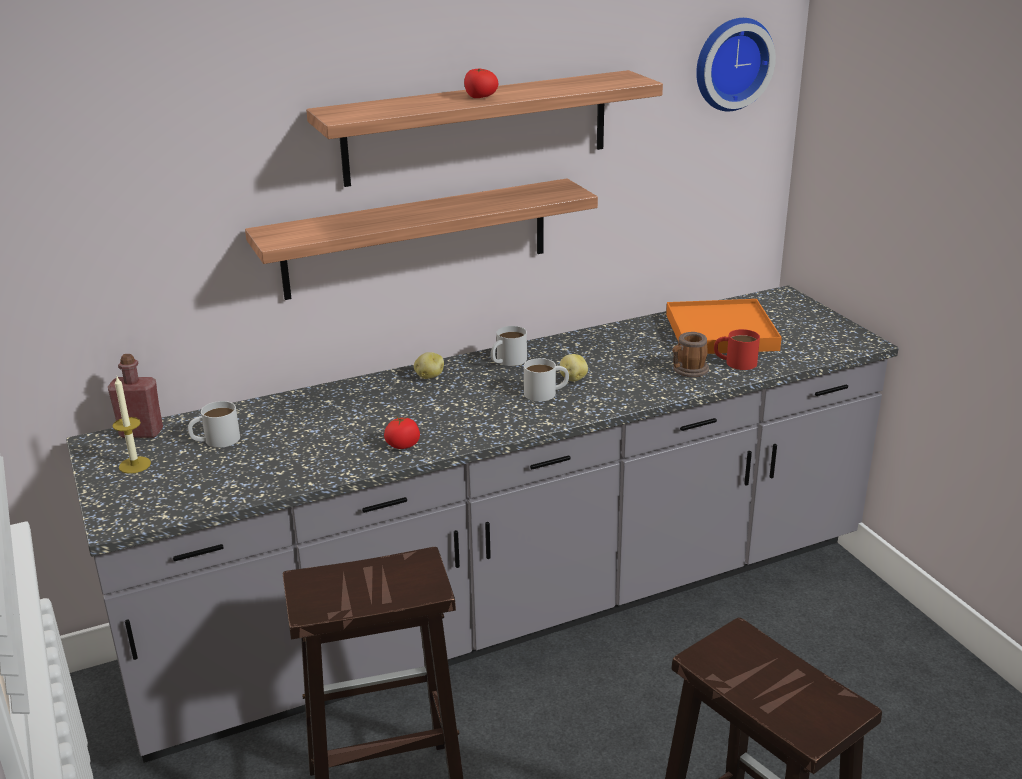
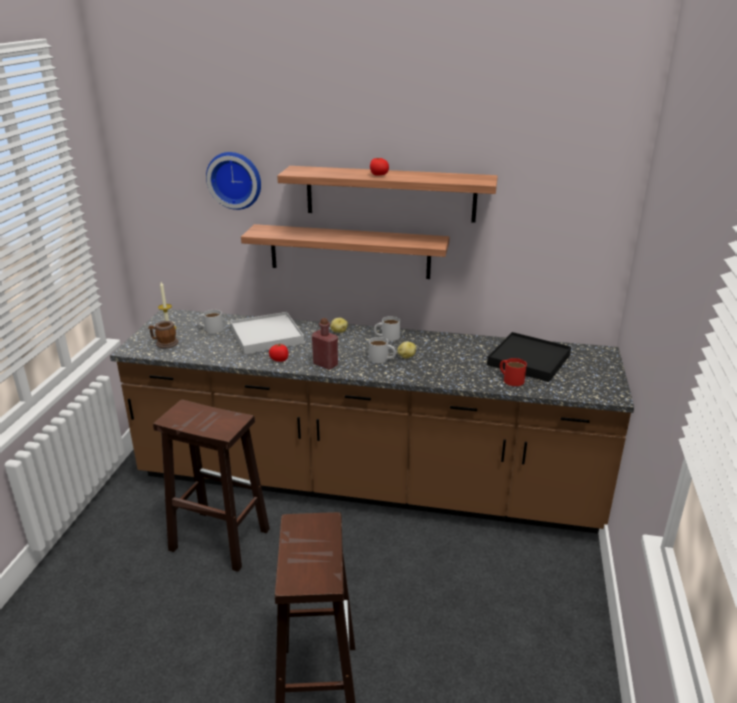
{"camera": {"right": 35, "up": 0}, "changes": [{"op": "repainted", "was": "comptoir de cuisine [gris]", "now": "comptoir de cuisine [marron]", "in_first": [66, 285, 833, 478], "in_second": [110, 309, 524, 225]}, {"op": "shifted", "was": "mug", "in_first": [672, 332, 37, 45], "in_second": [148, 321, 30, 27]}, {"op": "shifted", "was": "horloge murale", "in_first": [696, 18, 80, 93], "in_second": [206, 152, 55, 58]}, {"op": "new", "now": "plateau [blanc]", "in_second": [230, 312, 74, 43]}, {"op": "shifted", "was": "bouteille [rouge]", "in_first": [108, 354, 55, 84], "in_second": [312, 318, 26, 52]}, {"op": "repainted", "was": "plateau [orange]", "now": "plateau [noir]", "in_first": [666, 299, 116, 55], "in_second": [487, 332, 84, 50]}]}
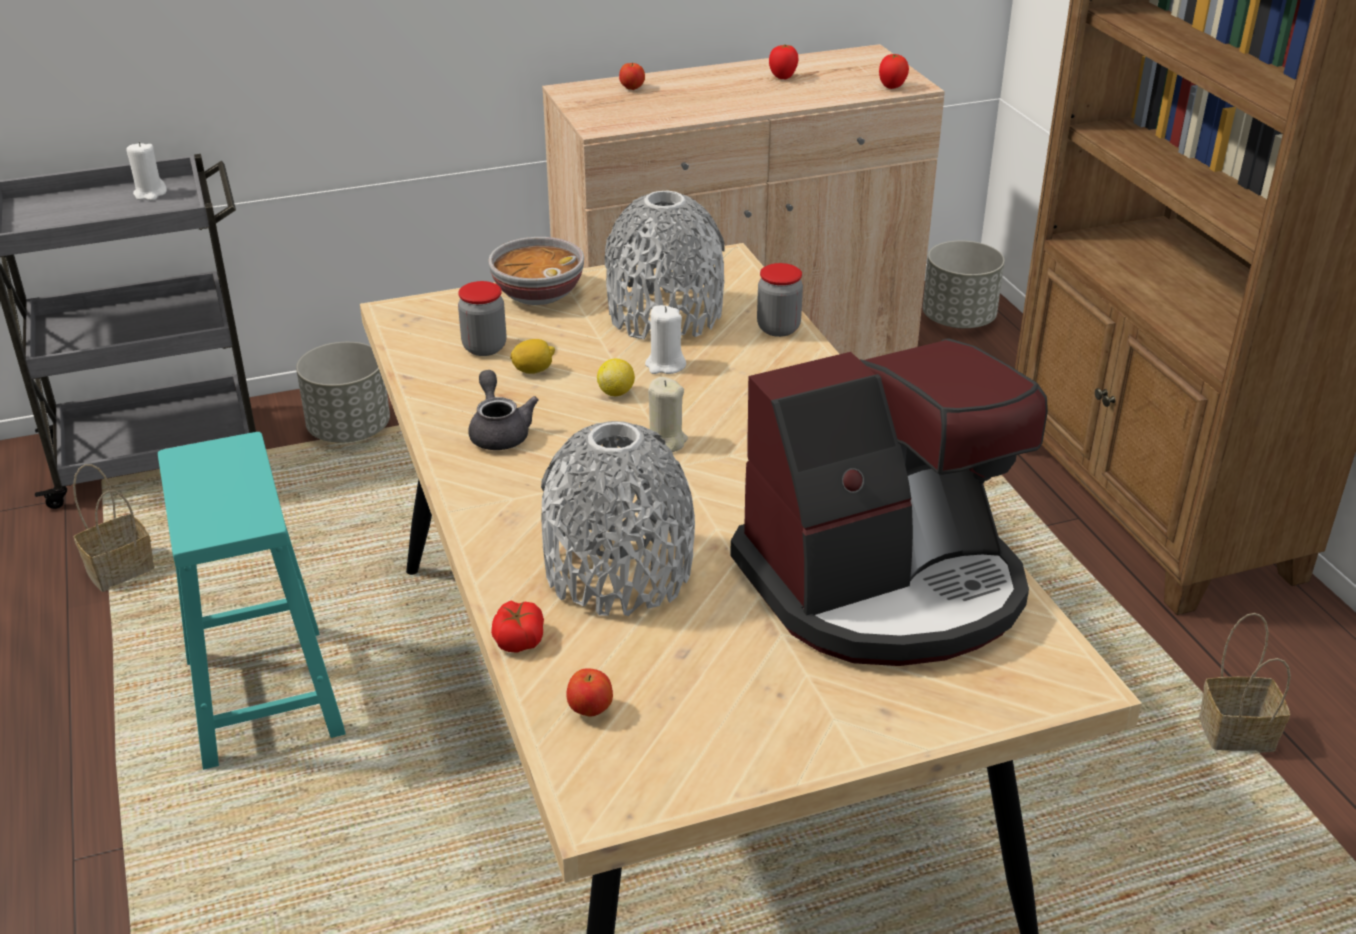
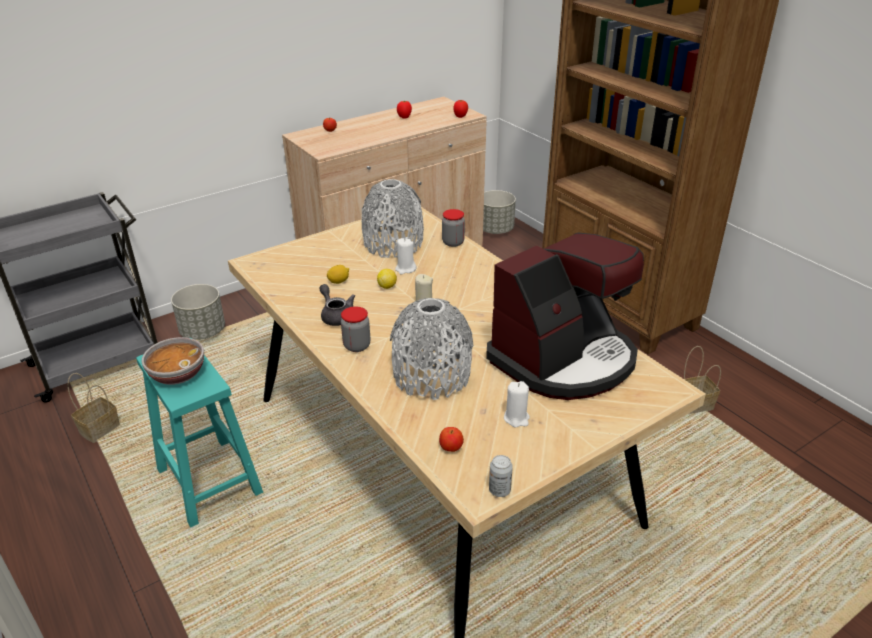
{"camera": {"right": -15, "up": 0}, "changes": [{"op": "shifted", "was": "bol", "in_first": [488, 237, 96, 68], "in_second": [142, 337, 62, 48]}, {"op": "shifted", "was": "bocal", "in_first": [458, 281, 48, 75], "in_second": [341, 306, 29, 46]}, {"op": "new", "now": "boîte métallique", "in_second": [489, 455, 24, 42]}, {"op": "shifted", "was": "bougie [blanc]", "in_first": [127, 142, 40, 59], "in_second": [504, 381, 26, 46]}, {"op": "gone", "was": "tomate", "in_first": [491, 601, 53, 52]}]}
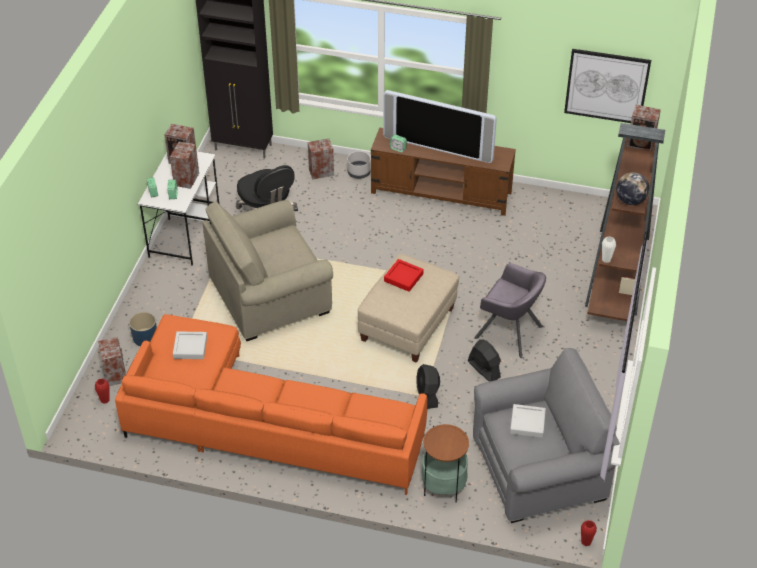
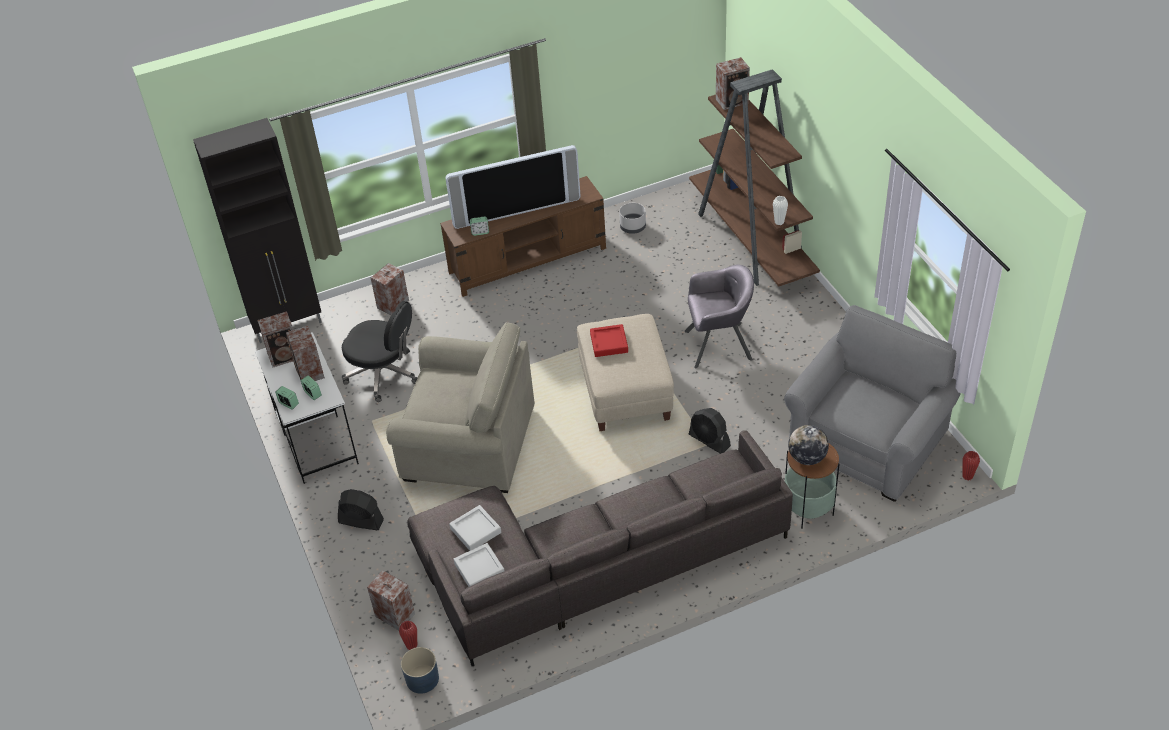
{"camera": {"right": -35, "up": 0}, "changes": [{"op": "shifted", "was": "ventilateur [noir]", "in_first": [468, 339, 33, 43], "in_second": [338, 489, 46, 41]}, {"op": "rotated", "was": "fauteuil [beige]", "in_first": [203, 200, 130, 141], "in_second": [386, 322, 149, 171], "clockwise": -105}, {"op": "shifted", "was": "cache-pot [bleu]", "in_first": [129, 312, 28, 34], "in_second": [401, 647, 38, 47]}, {"op": "repainted", "was": "canapé [orange]", "now": "canapé [gris]", "in_first": [115, 314, 312, 181], "in_second": [407, 430, 386, 236]}, {"op": "shifted", "was": "plateau [gris]", "in_first": [510, 404, 36, 34], "in_second": [454, 543, 51, 44]}, {"op": "shifted", "was": "cache-pot [gris]", "in_first": [347, 151, 24, 28], "in_second": [619, 203, 27, 31]}, {"op": "shifted", "was": "globe", "in_first": [616, 172, 33, 33], "in_second": [788, 425, 41, 40]}, {"op": "gone", "was": "tableau", "in_first": [564, 49, 87, 74]}]}
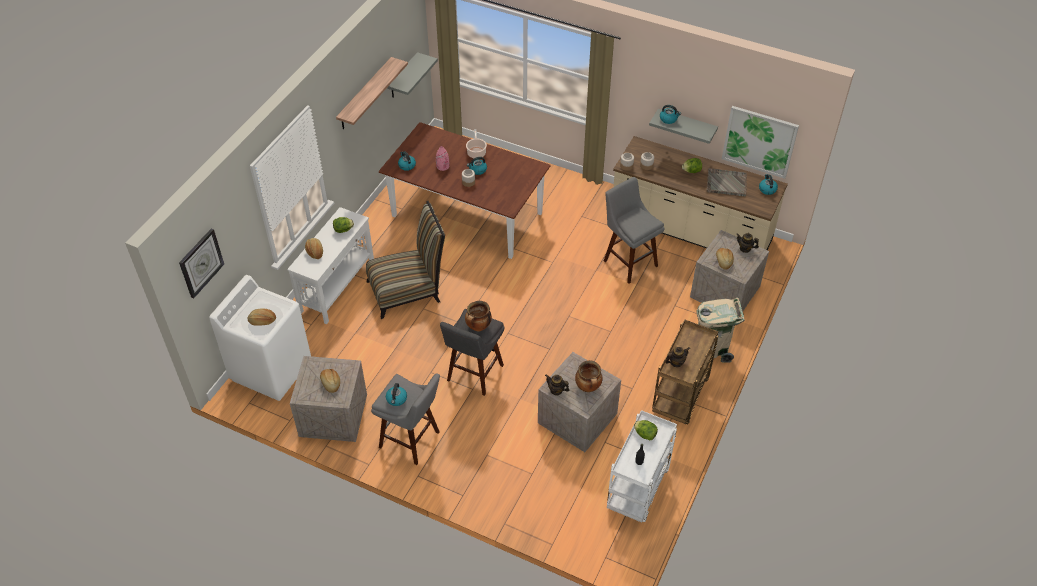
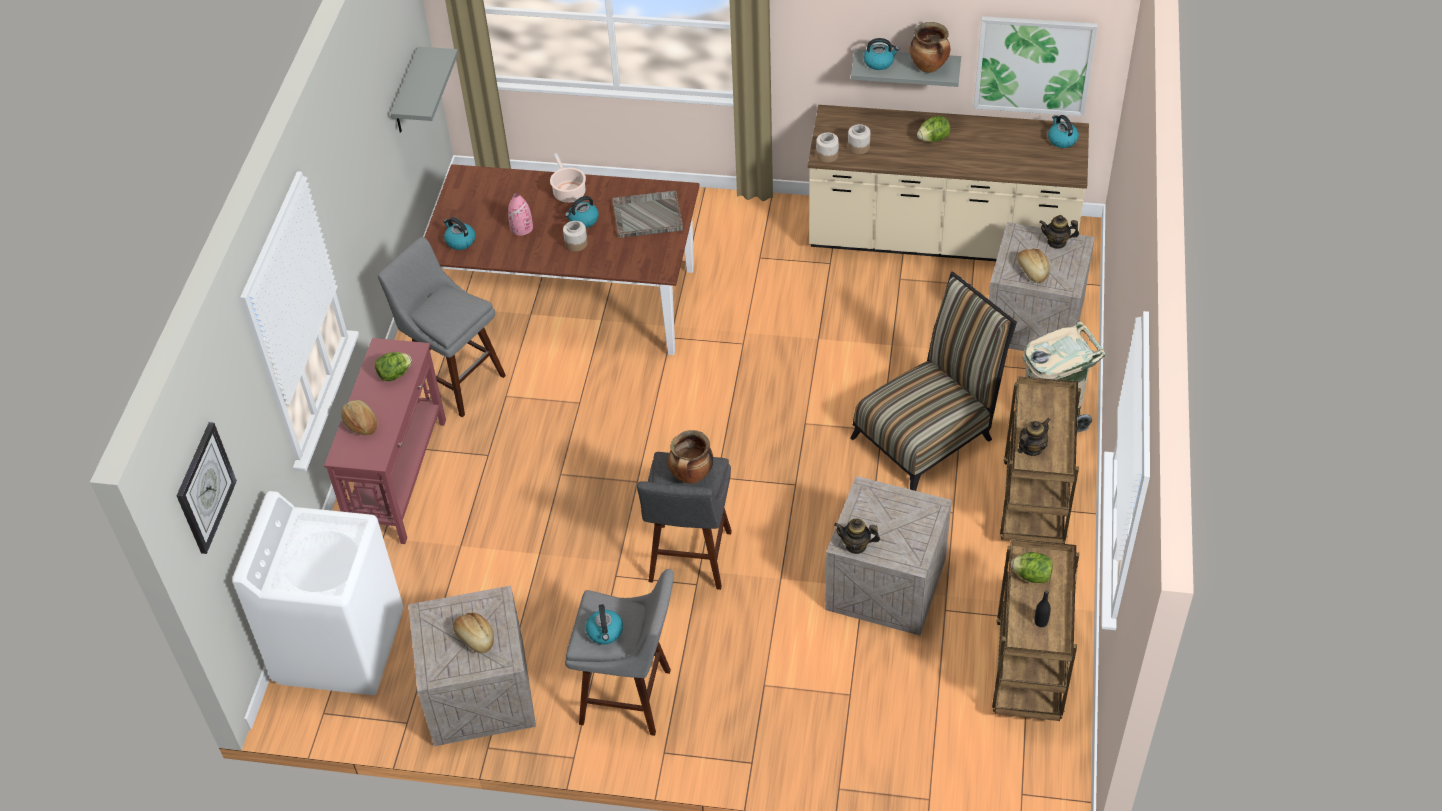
{"camera": {"right": -15, "up": 0}, "changes": [{"op": "repainted", "was": "table console [blanc]", "now": "table console [rouge]", "in_first": [287, 207, 87, 118], "in_second": [324, 338, 122, 206]}, {"op": "shifted", "was": "tabouret [gris]", "in_first": [604, 177, 61, 107], "in_second": [378, 237, 128, 180]}, {"op": "shifted", "was": "plateau [gris]", "in_first": [707, 168, 40, 28], "in_second": [612, 191, 71, 47]}, {"op": "shifted", "was": "chaise", "in_first": [366, 201, 79, 118], "in_second": [850, 271, 167, 220]}, {"op": "shifted", "was": "marmite", "in_first": [575, 360, 27, 32], "in_second": [910, 22, 40, 51]}, {"op": "repainted", "was": "chariot [blanc]", "now": "chariot [marron]", "in_first": [607, 410, 70, 113], "in_second": [992, 539, 87, 182]}, {"op": "gone", "was": "pain", "in_first": [248, 308, 28, 18]}, {"op": "gone", "was": "étagère", "in_first": [336, 57, 72, 72]}]}
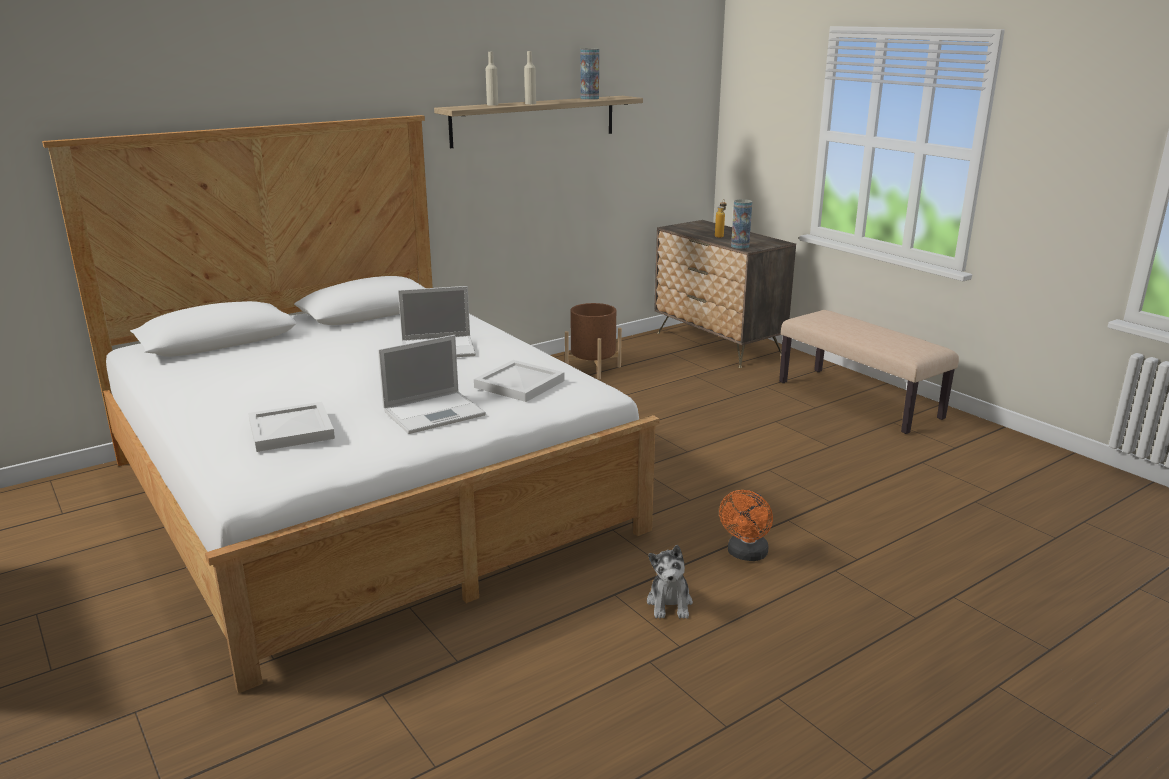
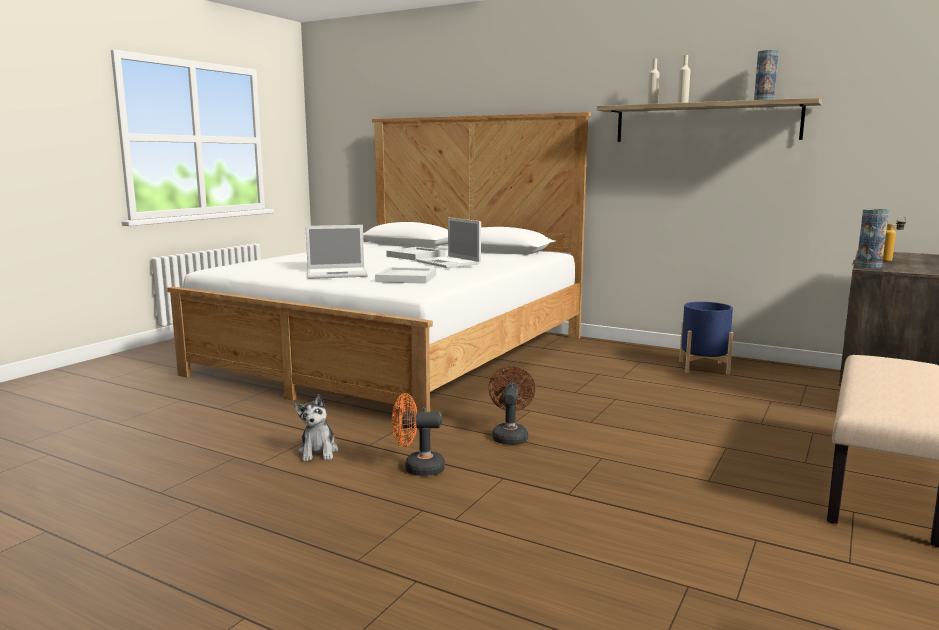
{"camera": {"right": 65, "up": -10}, "changes": [{"op": "rotated", "was": "peluche", "in_first": [647, 545, 46, 74], "in_second": [294, 394, 44, 67], "clockwise": -75}, {"op": "rotated", "was": "ordinateur portable", "in_first": [378, 335, 108, 99], "in_second": [305, 225, 63, 54], "clockwise": -45}, {"op": "shifted", "was": "plateau [blanc]", "in_first": [248, 402, 87, 50], "in_second": [386, 247, 59, 14]}, {"op": "new", "now": "ventilateur [marron]", "in_second": [488, 366, 47, 79]}, {"op": "repainted", "was": "cache-pot [marron]", "now": "cache-pot [bleu]", "in_first": [565, 303, 57, 76], "in_second": [679, 302, 54, 73]}]}
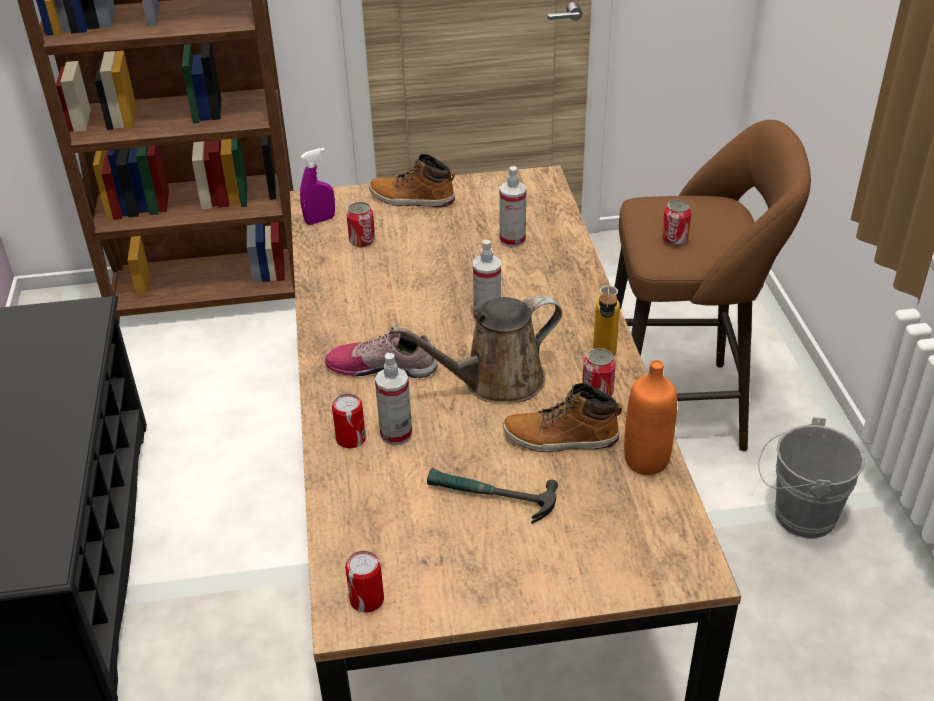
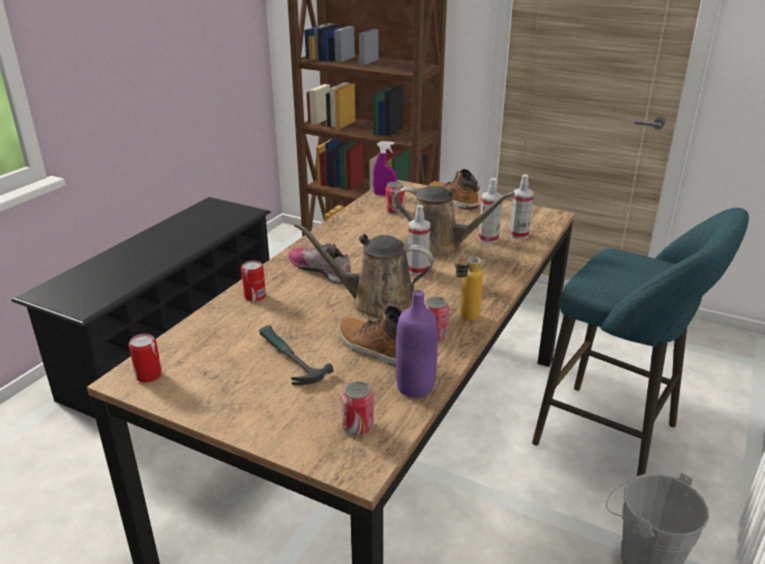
{"camera": {"right": 35, "up": -10}, "changes": [{"op": "shifted", "was": "boîte métallique", "in_first": [662, 200, 30, 45], "in_second": [341, 381, 33, 55]}, {"op": "new", "now": "arrosoir [marron]", "in_second": [394, 186, 120, 71]}, {"op": "repainted", "was": "bouteille [orange]", "now": "bouteille [violet]", "in_first": [624, 360, 53, 115], "in_second": [396, 290, 42, 108]}, {"op": "shifted", "was": "vaporisateur", "in_first": [375, 353, 37, 92], "in_second": [509, 174, 25, 65]}, {"op": "repainted", "was": "tabouret [marron]", "now": "tabouret [turquoise]", "in_first": [615, 120, 196, 331], "in_second": [532, 208, 217, 268]}]}
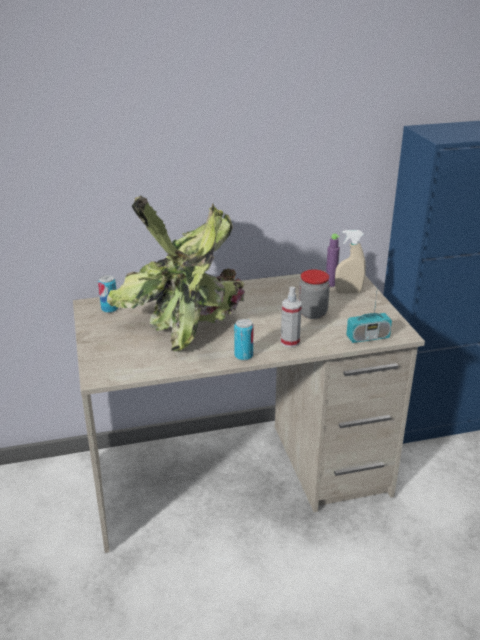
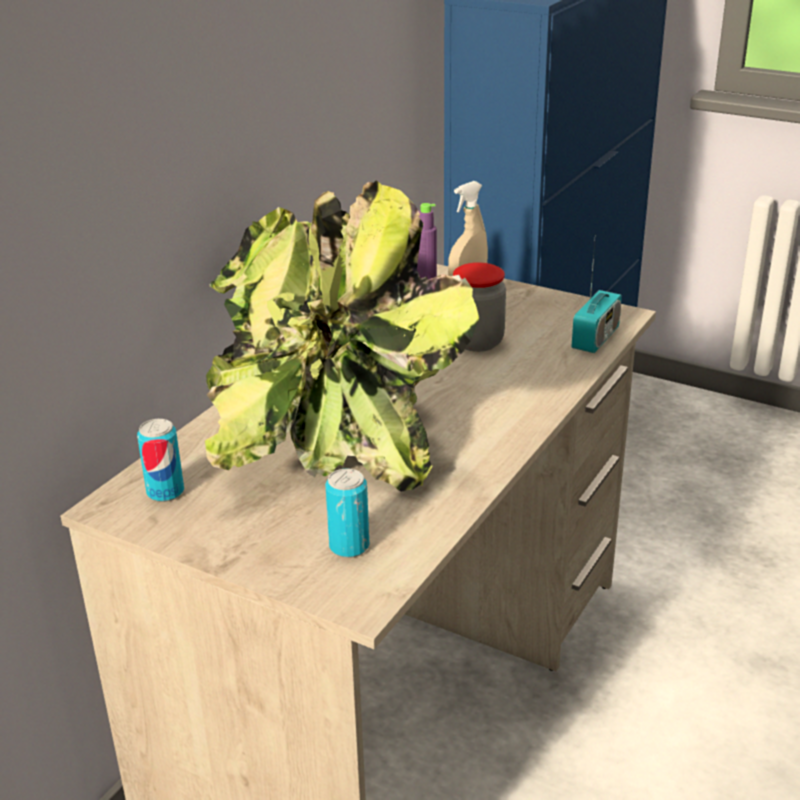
{"camera": {"right": -45, "up": 0}, "changes": [{"op": "shifted", "was": "boîte métallique", "in_first": [234, 319, 20, 42], "in_second": [325, 468, 44, 90]}, {"op": "gone", "was": "vaporisateur", "in_first": [281, 287, 21, 61]}]}
